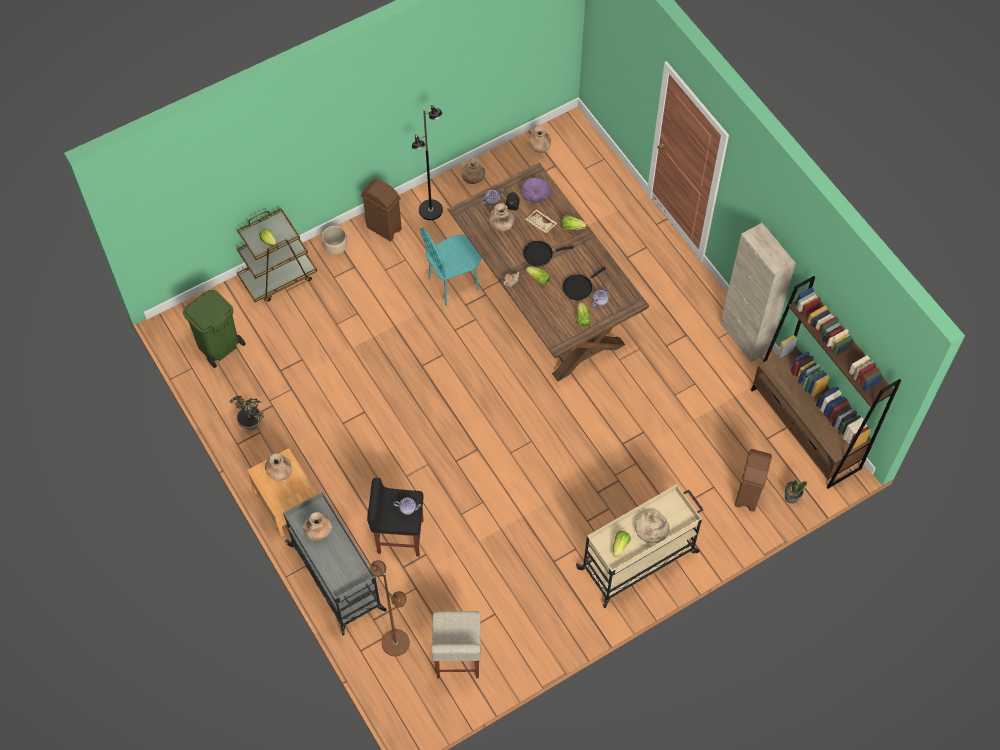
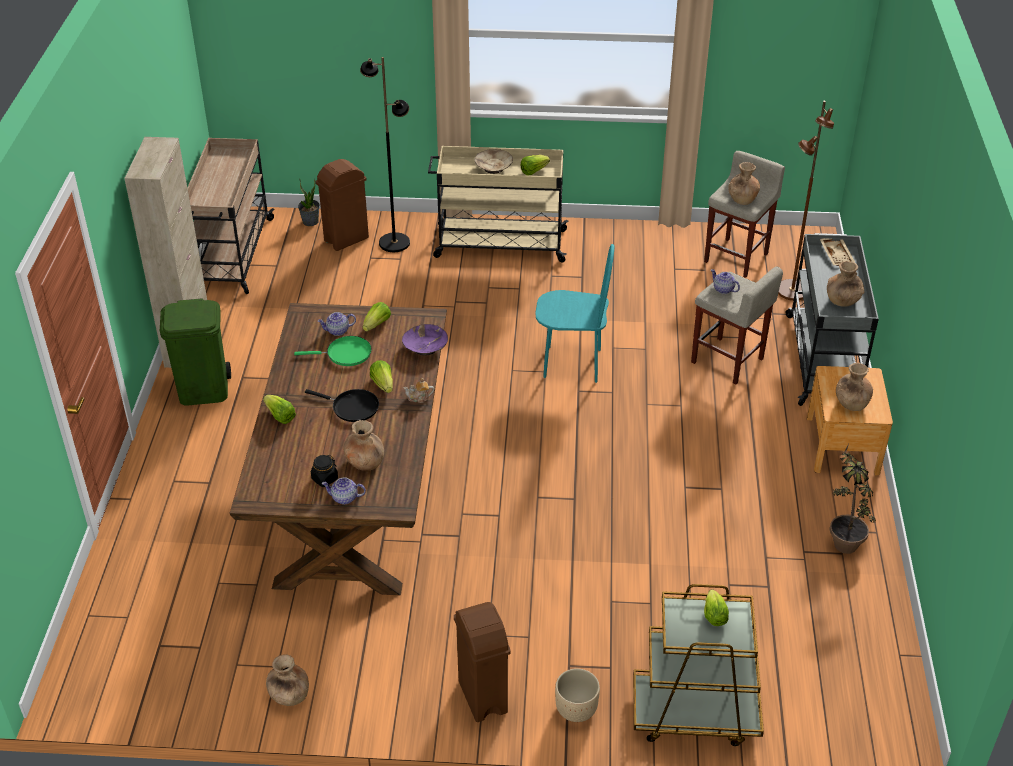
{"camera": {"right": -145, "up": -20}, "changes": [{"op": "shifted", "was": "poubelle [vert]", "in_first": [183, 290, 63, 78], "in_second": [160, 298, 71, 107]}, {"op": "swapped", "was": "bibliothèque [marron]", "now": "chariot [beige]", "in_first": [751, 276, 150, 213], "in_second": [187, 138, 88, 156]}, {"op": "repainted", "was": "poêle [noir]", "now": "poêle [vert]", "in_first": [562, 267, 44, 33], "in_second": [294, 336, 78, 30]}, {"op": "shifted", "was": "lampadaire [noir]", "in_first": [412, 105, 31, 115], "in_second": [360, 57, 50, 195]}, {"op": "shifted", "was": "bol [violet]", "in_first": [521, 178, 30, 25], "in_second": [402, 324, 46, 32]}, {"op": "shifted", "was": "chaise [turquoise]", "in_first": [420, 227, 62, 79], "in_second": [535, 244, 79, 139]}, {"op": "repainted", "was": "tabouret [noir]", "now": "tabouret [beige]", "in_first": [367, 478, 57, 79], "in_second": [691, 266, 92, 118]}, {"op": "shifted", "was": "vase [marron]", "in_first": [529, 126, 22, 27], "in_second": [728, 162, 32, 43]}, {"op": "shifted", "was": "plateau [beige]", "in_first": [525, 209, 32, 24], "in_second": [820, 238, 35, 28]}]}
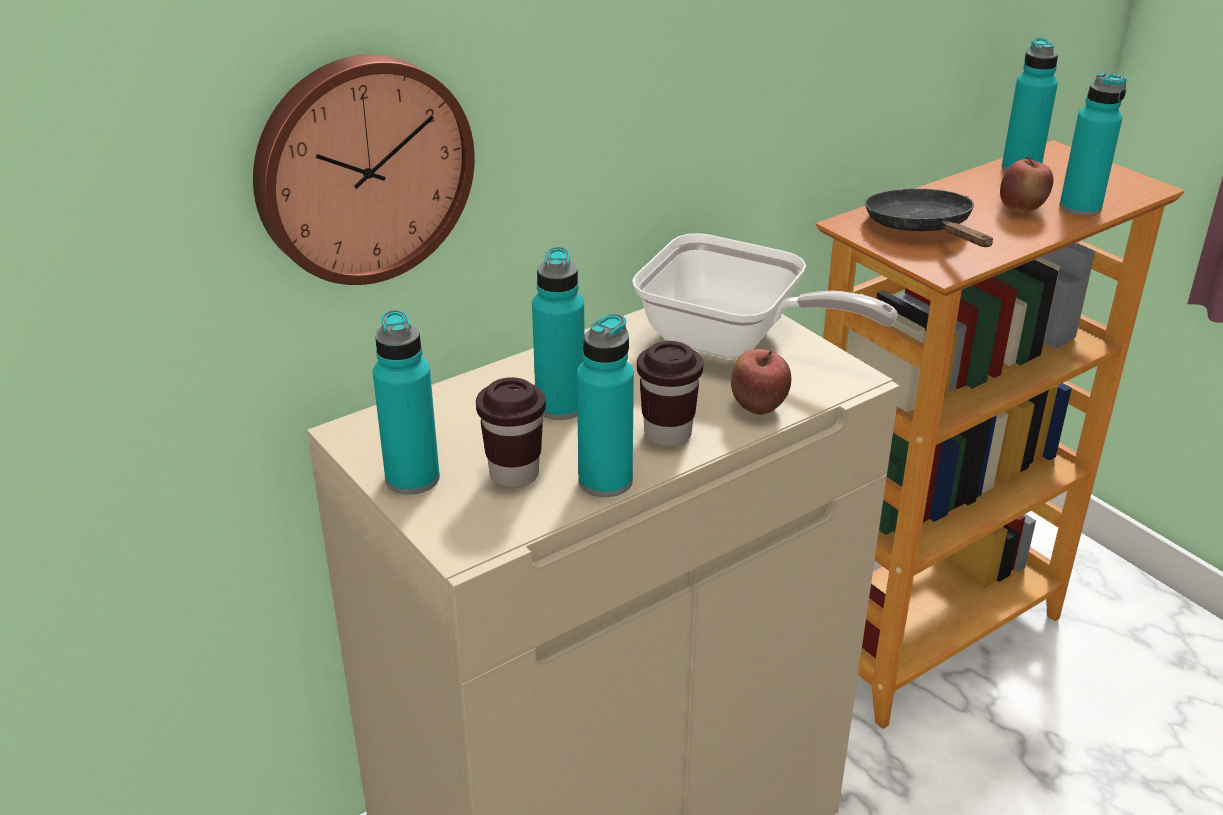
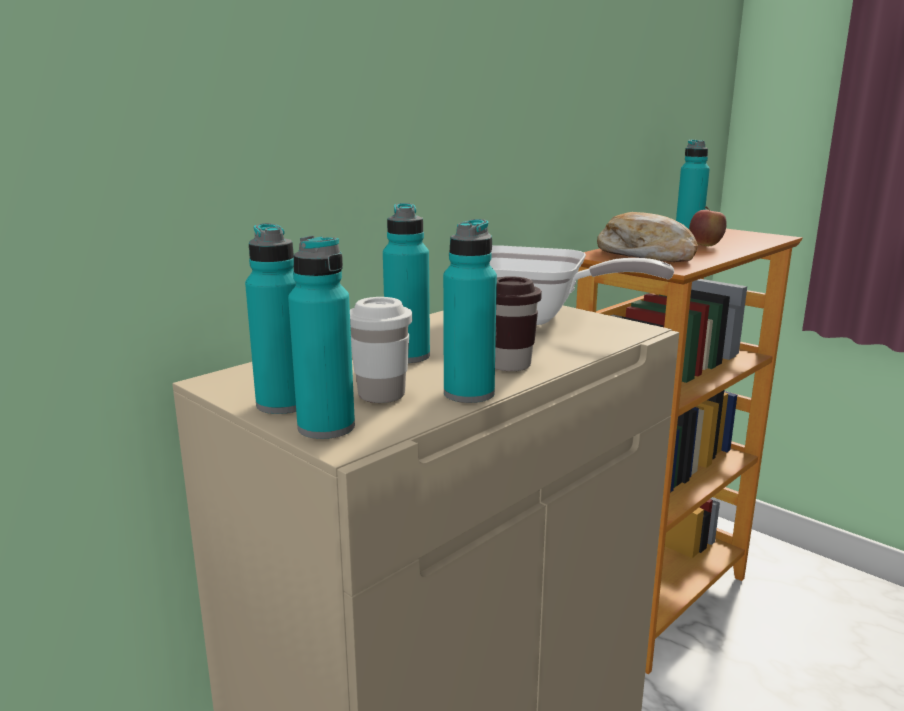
{"camera": {"right": -10, "up": -15}, "changes": [{"op": "shifted", "was": "bouteille [turquoise]", "in_first": [1059, 72, 68, 144], "in_second": [288, 236, 67, 203]}, {"op": "repainted", "was": "tasse [marron]", "now": "tasse [blanc]", "in_first": [476, 377, 70, 111], "in_second": [350, 297, 62, 106]}, {"op": "swapped", "was": "poêle [noir]", "now": "pain", "in_first": [865, 189, 128, 58], "in_second": [597, 212, 101, 50]}, {"op": "gone", "was": "horloge murale", "in_first": [253, 55, 222, 230]}, {"op": "gone", "was": "pomme", "in_first": [731, 349, 60, 66]}]}
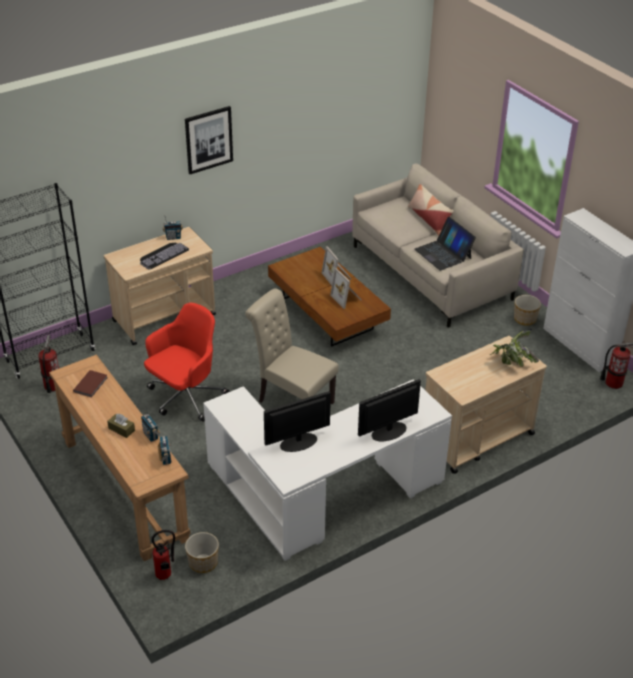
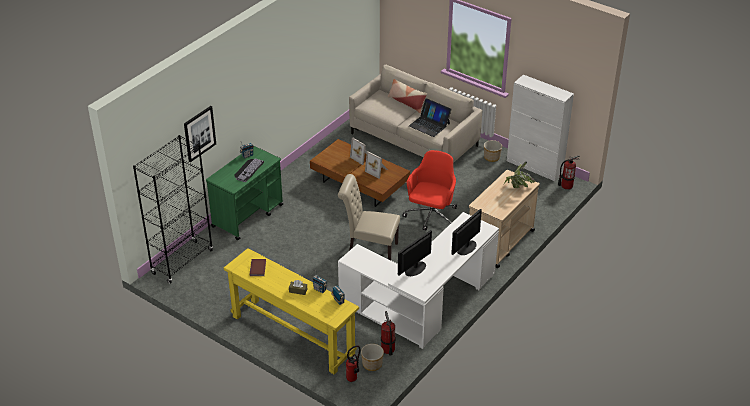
{"camera": {"right": -20, "up": 0}, "changes": [{"op": "shifted", "was": "tableau", "in_first": [185, 106, 48, 68], "in_second": [184, 106, 32, 56]}, {"op": "repainted", "was": "chariot [beige]", "now": "chariot [vert]", "in_first": [104, 227, 112, 118], "in_second": [206, 146, 77, 94]}, {"op": "repainted", "was": "table console [marron]", "now": "table console [jaune]", "in_first": [49, 355, 142, 206], "in_second": [224, 248, 135, 126]}, {"op": "shifted", "was": "extincteur", "in_first": [38, 335, 21, 58], "in_second": [381, 311, 15, 45]}, {"op": "shifted", "was": "chaise de bureau [rouge]", "in_first": [144, 303, 86, 119], "in_second": [402, 150, 55, 80]}]}
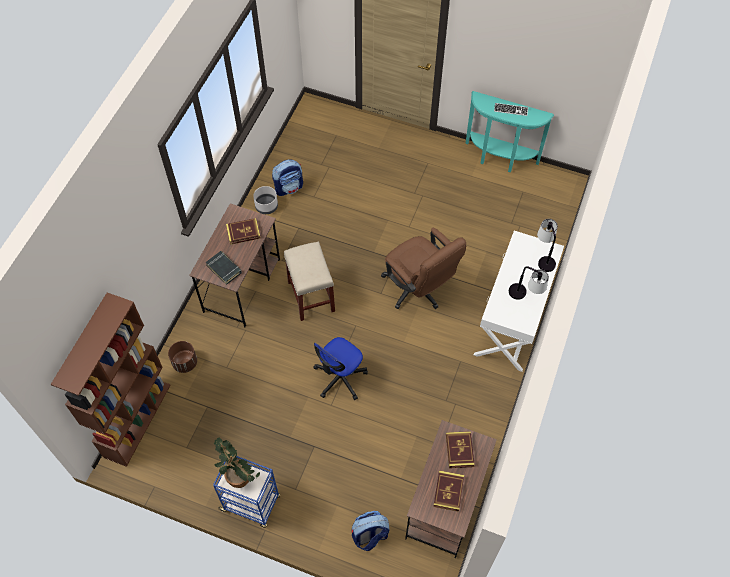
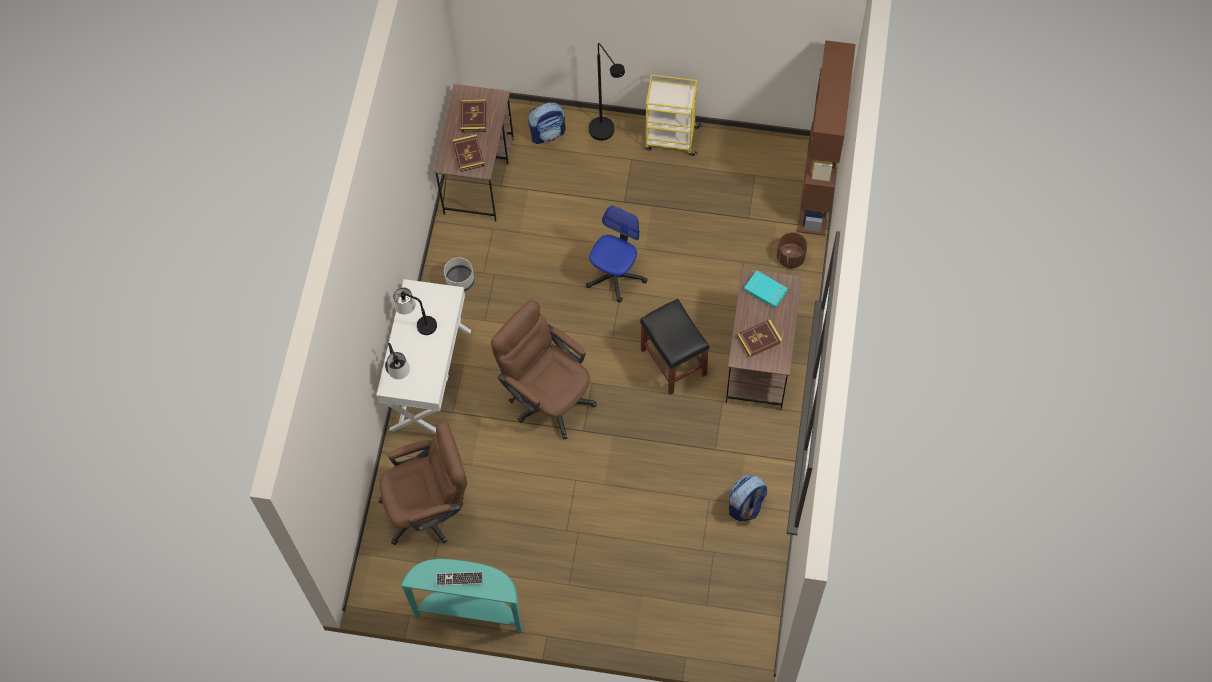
{"camera": {"right": 170, "up": 5}, "changes": [{"op": "new", "now": "chaise de bureau [marron]", "in_second": [378, 422, 89, 123]}, {"op": "shifted", "was": "cache-pot [gris]", "in_first": [253, 186, 25, 28], "in_second": [444, 257, 30, 35]}, {"op": "new", "now": "lampadaire [noir]", "in_second": [589, 43, 36, 98]}, {"op": "repainted", "was": "tabouret [beige]", "now": "tabouret [noir]", "in_first": [284, 241, 51, 80], "in_second": [640, 299, 69, 96]}, {"op": "repainted", "was": "chariot [bleu]", "now": "chariot [jaune]", "in_first": [213, 456, 67, 72], "in_second": [644, 74, 58, 82]}, {"op": "repainted", "was": "livre [noir]", "now": "livre [turquoise]", "in_first": [206, 251, 36, 34], "in_second": [744, 270, 44, 38]}, {"op": "gone", "was": "plante en pot", "in_first": [214, 438, 46, 50]}]}
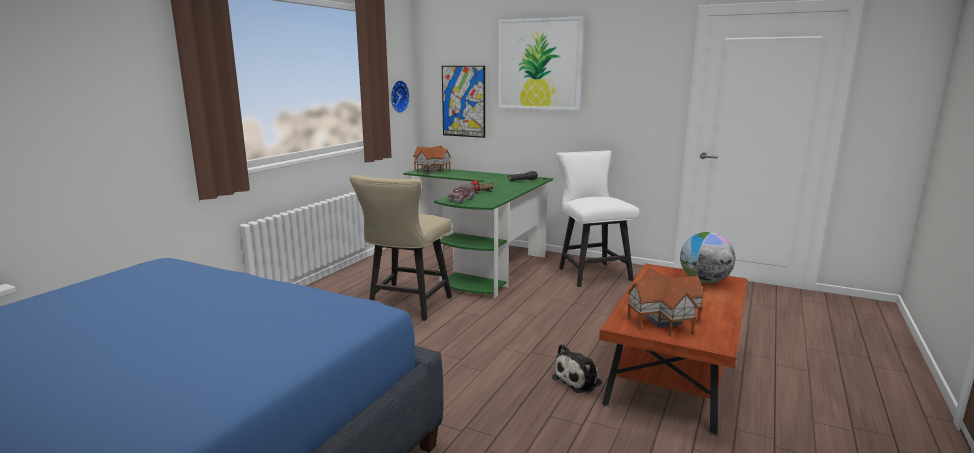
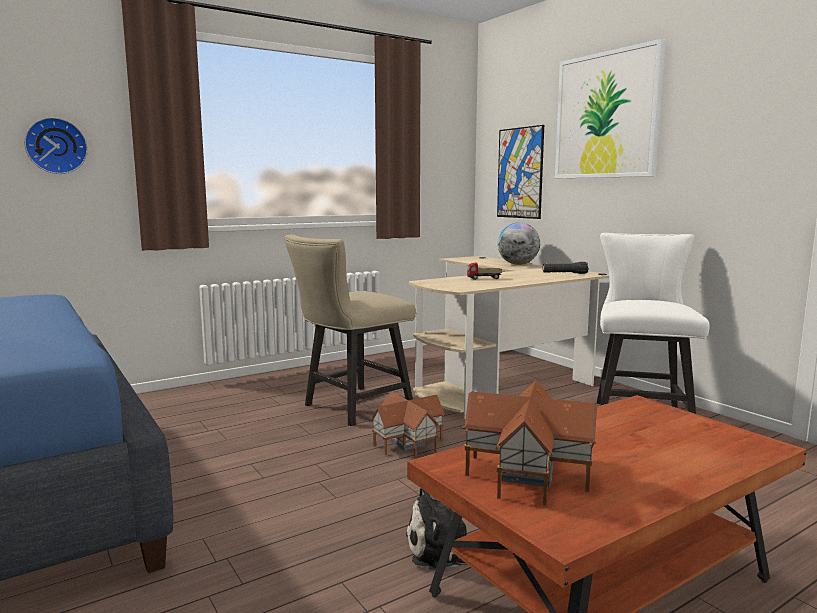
{"camera": {"right": 30, "up": -5}, "changes": [{"op": "shifted", "was": "horloge murale", "in_first": [391, 80, 19, 33], "in_second": [24, 117, 64, 57]}, {"op": "shifted", "was": "maison miniature", "in_first": [413, 146, 38, 28], "in_second": [371, 391, 74, 67]}, {"op": "repainted", "was": "bureau [vert]", "now": "bureau [beige]", "in_first": [403, 168, 150, 130], "in_second": [409, 256, 200, 163]}, {"op": "shifted", "was": "globe", "in_first": [680, 232, 55, 52], "in_second": [498, 223, 42, 42]}, {"op": "gone", "was": "camion jouet", "in_first": [447, 185, 29, 18]}]}
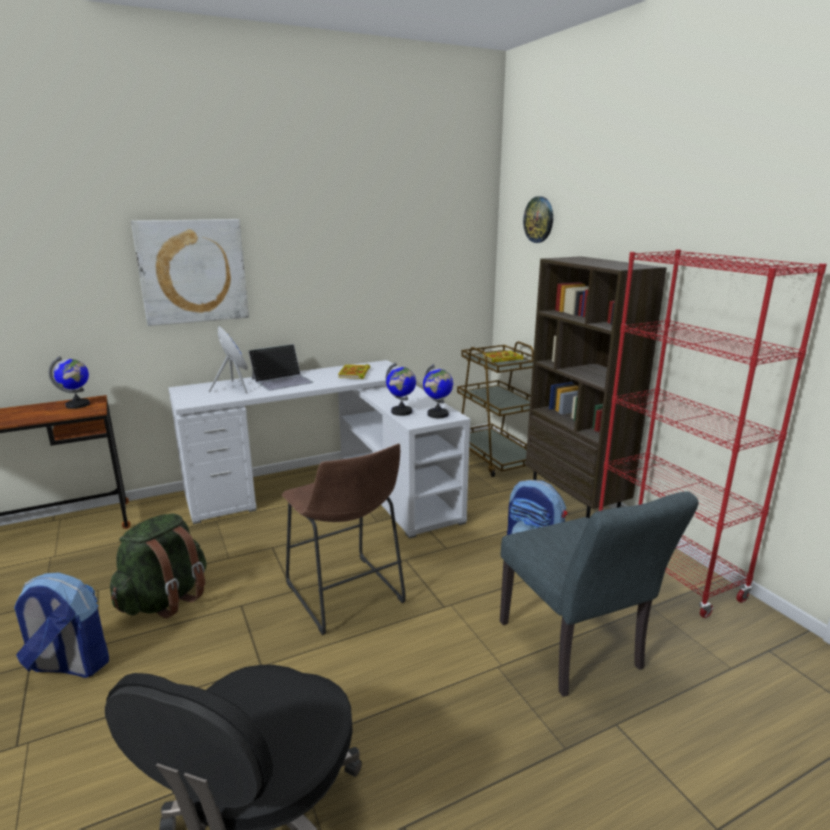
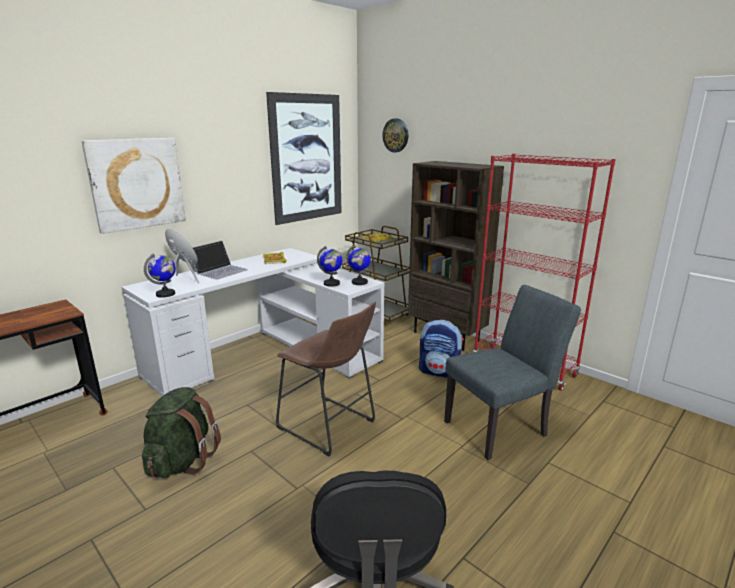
{"camera": {"right": -20, "up": 0}, "changes": [{"op": "shifted", "was": "globe", "in_first": [49, 356, 41, 53], "in_second": [144, 254, 32, 44]}, {"op": "new", "now": "tableau", "in_second": [266, 92, 76, 133]}, {"op": "rotated", "was": "chaise [gris]", "in_first": [500, 491, 199, 206], "in_second": [444, 285, 137, 175], "clockwise": -75}, {"op": "gone", "was": "sac à dos", "in_first": [14, 572, 95, 106]}]}
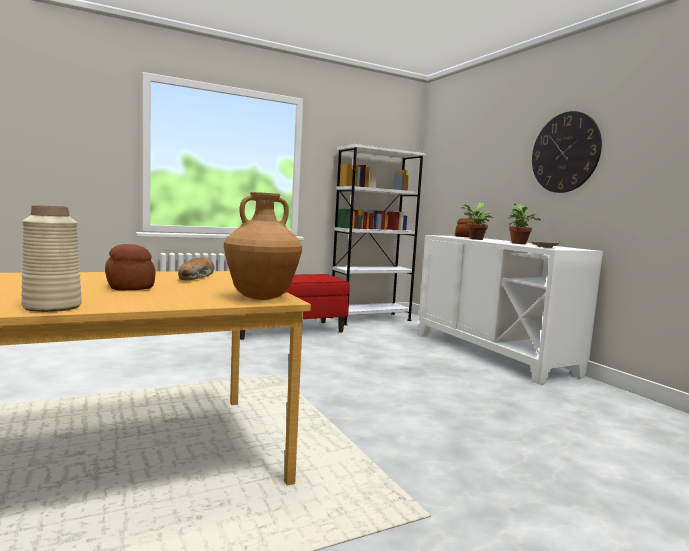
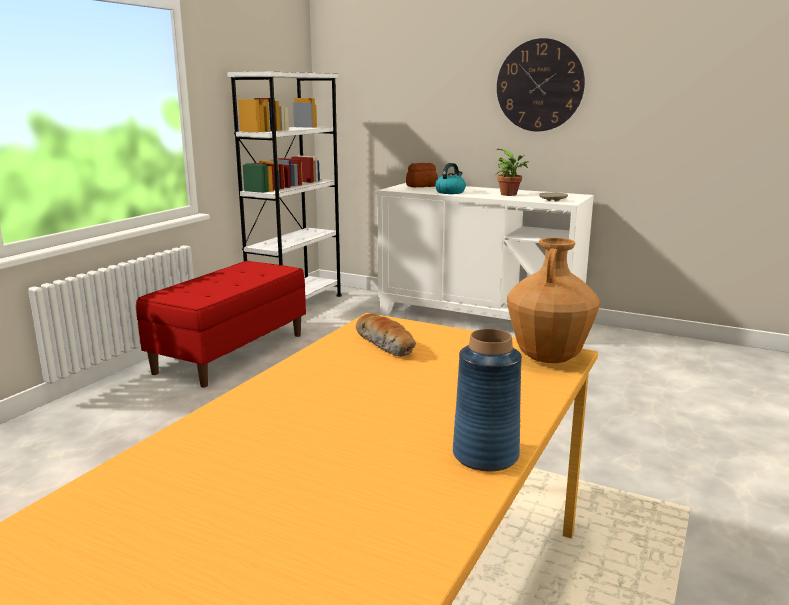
{"camera": {"right": -35, "up": 10}, "changes": [{"op": "swapped", "was": "plante en pot", "now": "bouilloire", "in_first": [462, 203, 31, 37], "in_second": [435, 163, 31, 31]}, {"op": "repainted", "was": "vase [beige]", "now": "vase [bleu]", "in_first": [21, 205, 61, 107], "in_second": [453, 329, 69, 142]}, {"op": "gone", "was": "pain", "in_first": [105, 244, 50, 46]}]}
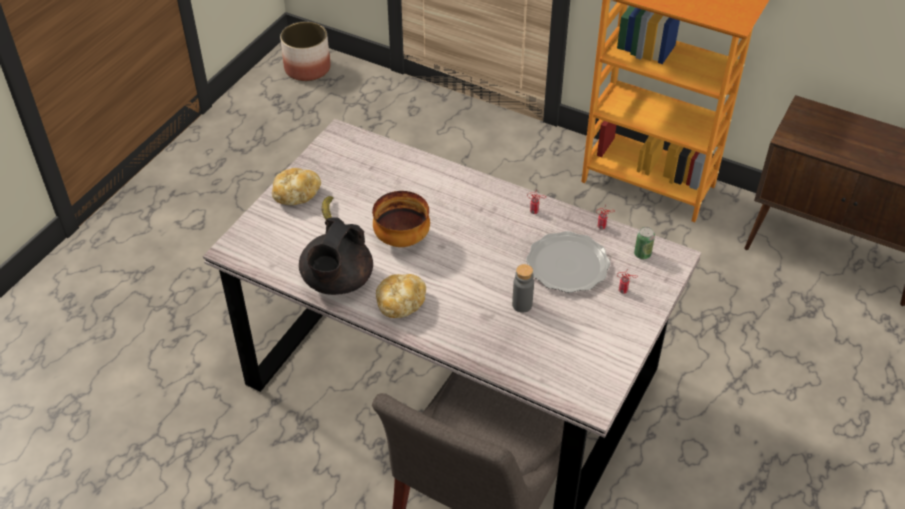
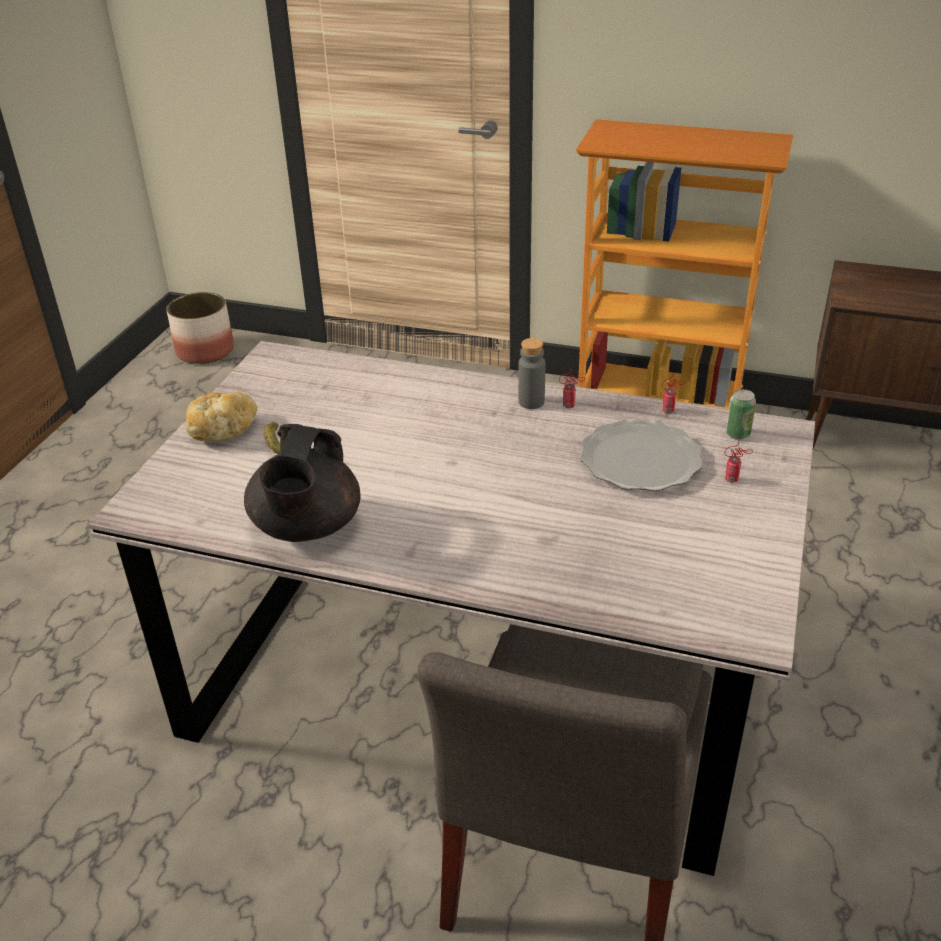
{"camera": {"right": -10, "up": -10}, "changes": [{"op": "shifted", "was": "bouteille [gris]", "in_first": [512, 264, 22, 49], "in_second": [518, 338, 28, 71]}, {"op": "gone", "was": "bol", "in_first": [372, 191, 58, 56]}, {"op": "gone", "was": "pain", "in_first": [376, 274, 50, 44]}]}
